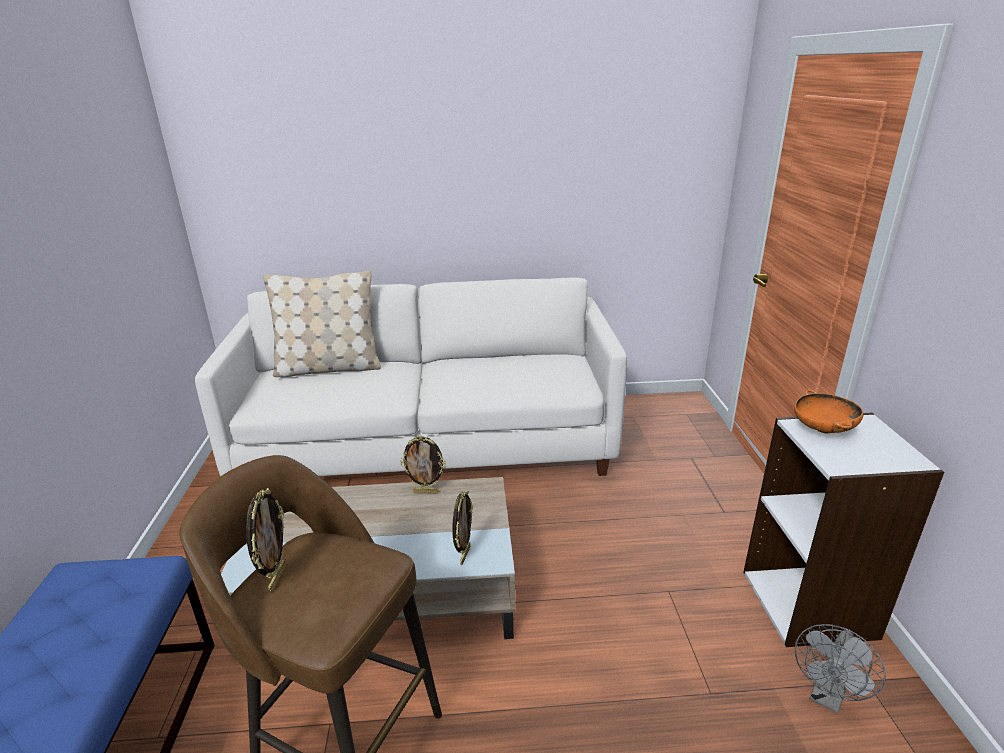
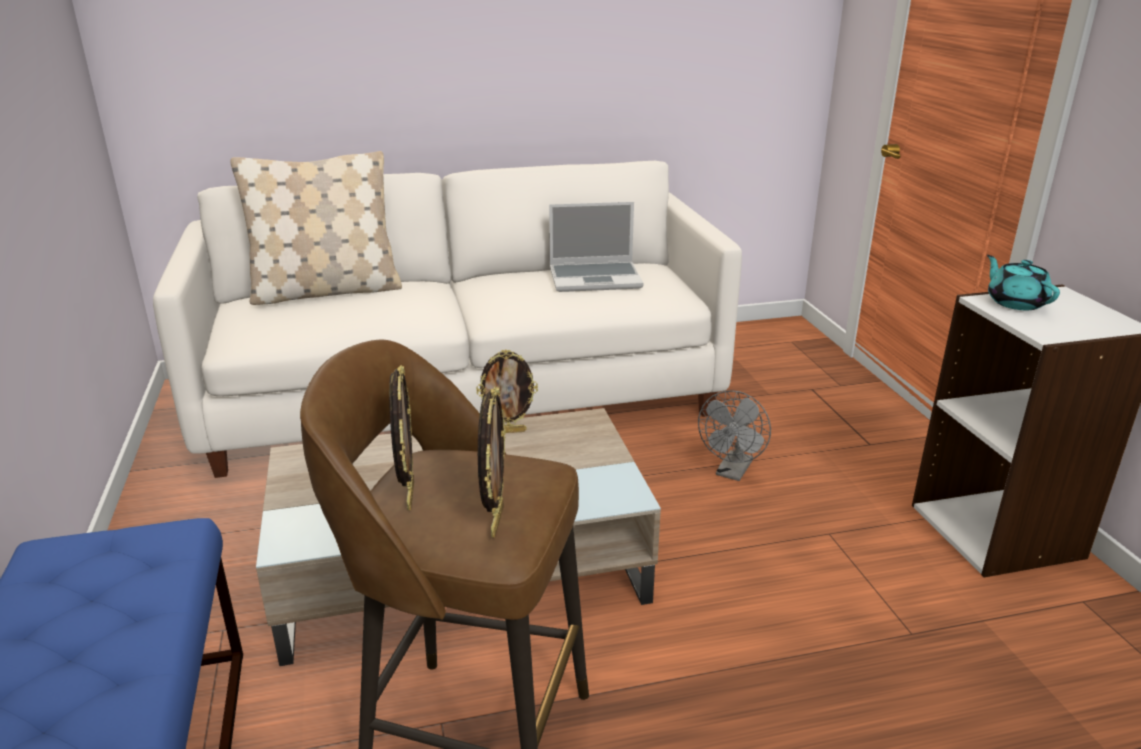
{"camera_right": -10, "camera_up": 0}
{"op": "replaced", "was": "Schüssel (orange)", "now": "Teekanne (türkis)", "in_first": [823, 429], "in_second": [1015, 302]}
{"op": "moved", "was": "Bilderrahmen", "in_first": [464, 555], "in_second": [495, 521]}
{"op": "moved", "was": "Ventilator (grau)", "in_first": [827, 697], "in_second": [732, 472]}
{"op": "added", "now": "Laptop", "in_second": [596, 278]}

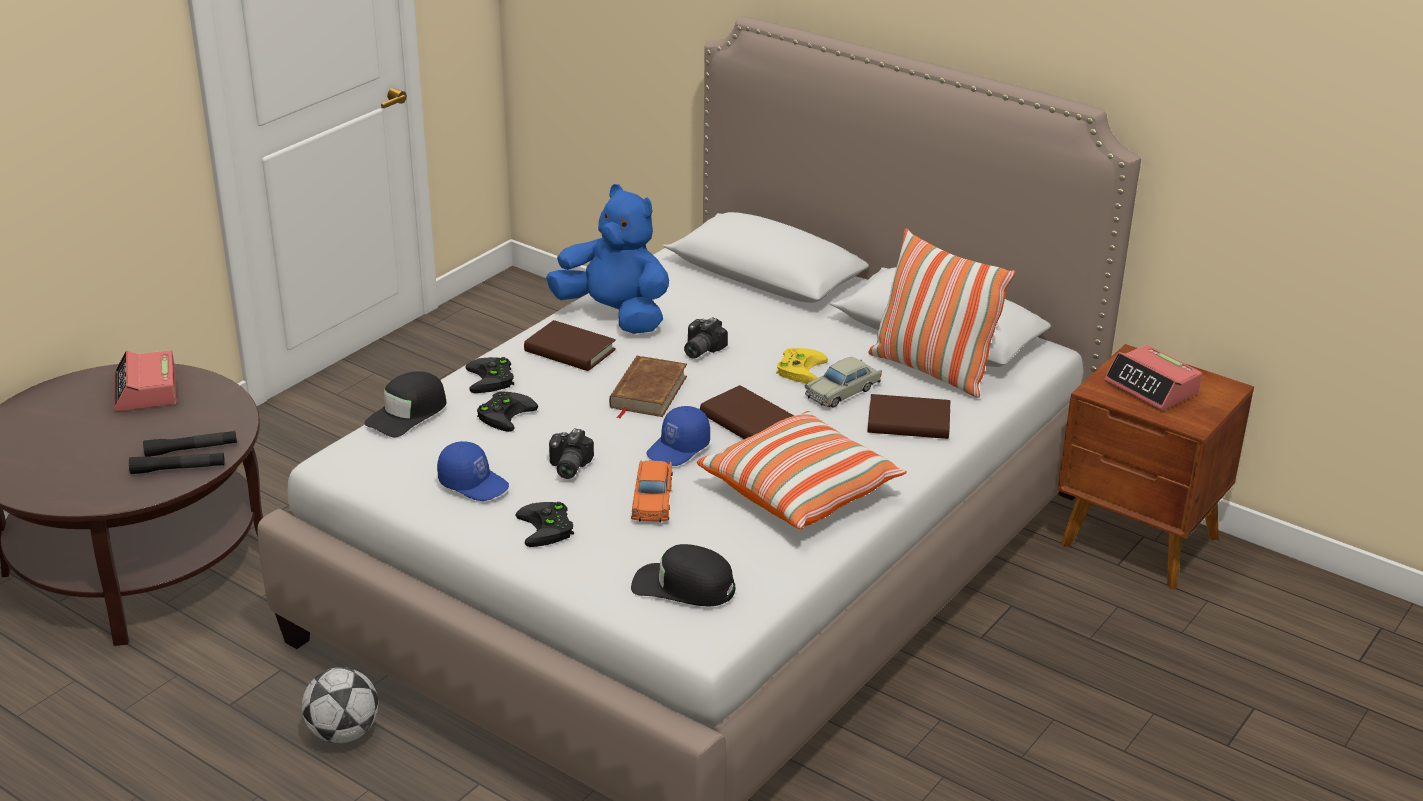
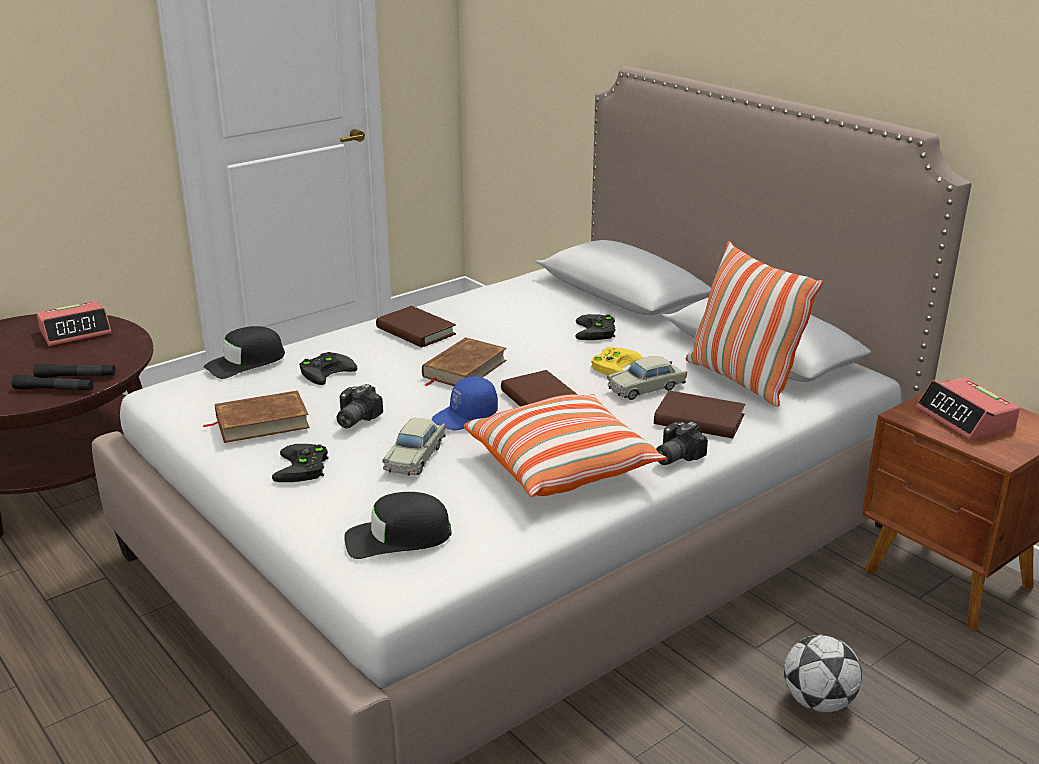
{"camera_right": 15, "camera_up": -5}
{"op": "removed", "was": "Plüschtier (blau)", "in_first": [615, 315]}
{"op": "moved", "was": "Kamera", "in_first": [699, 350], "in_second": [674, 456]}
{"op": "turned", "was": "Wecker", "in_first": [146, 391], "in_second": [76, 332], "clockwise": -120}
{"op": "moved", "was": "Gamepad (schwarz)", "in_first": [492, 379], "in_second": [597, 332]}
{"op": "replaced", "was": "Kappe (blau)", "now": "Buch (braun)", "in_first": [474, 483], "in_second": [261, 422]}
{"op": "recoloured", "was": "Spielzeugauto (orange)", "now": "Spielzeugauto (beige)", "in_first": [653, 500], "in_second": [416, 457]}
{"op": "turned", "was": "Kappe (schwarz)", "in_first": [683, 587], "in_second": [398, 537], "clockwise": -45}
{"op": "moved", "was": "Fußball", "in_first": [343, 733], "in_second": [818, 702]}

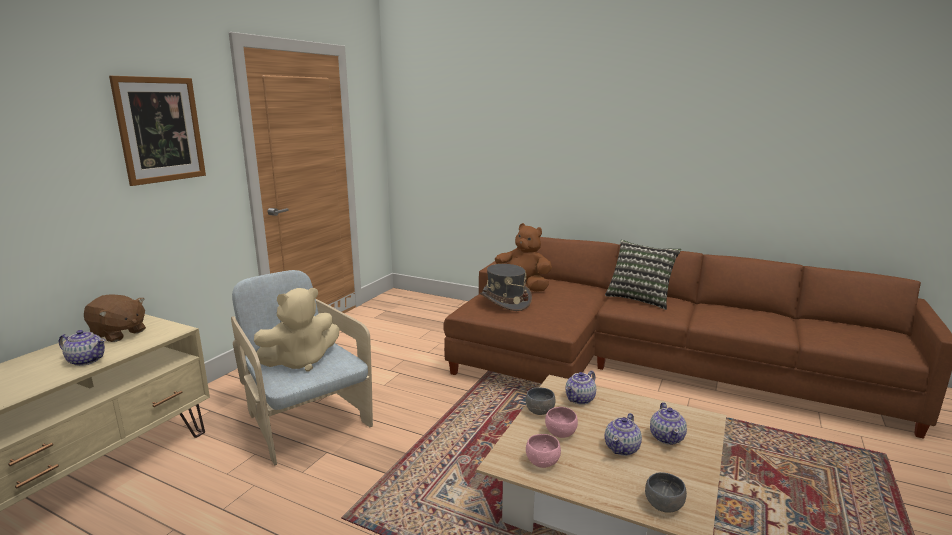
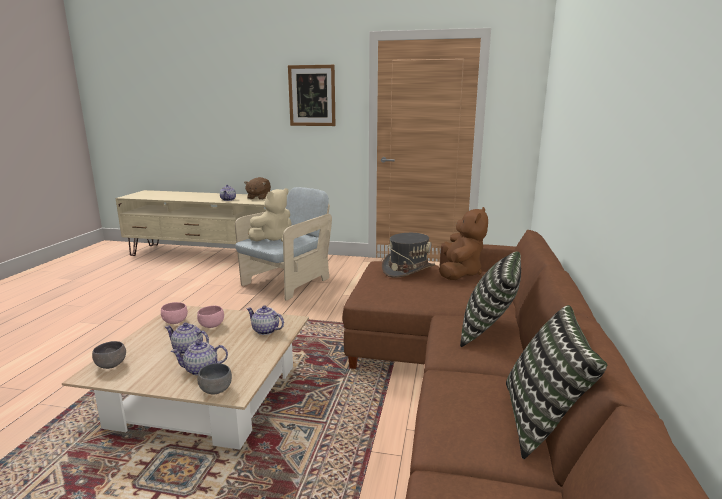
{"camera_right": 75, "camera_up": 0}
{"op": "turned", "was": "Plüschtier (beige)", "in_first": [300, 361], "in_second": [273, 238], "clockwise": -90}
{"op": "moved", "was": "Schüssel (grau)", "in_first": [539, 411], "in_second": [217, 390]}
{"op": "added", "now": "Kissen", "in_second": [543, 420]}

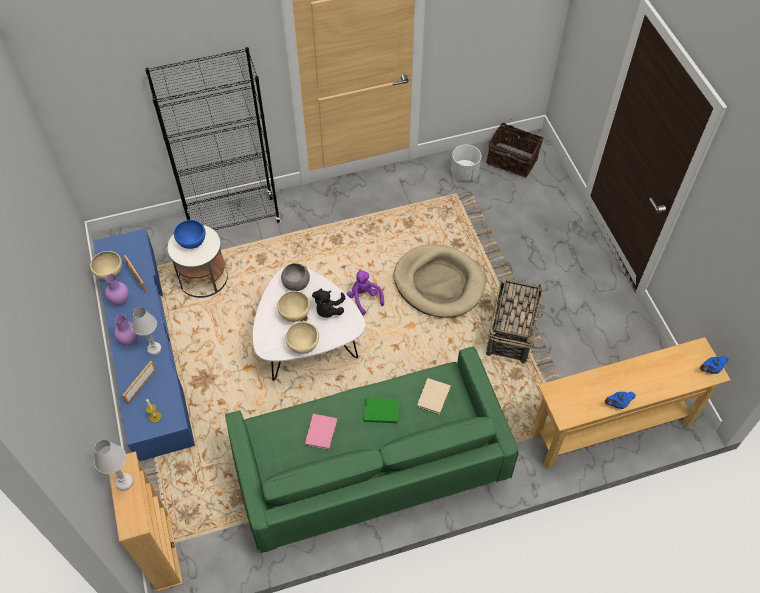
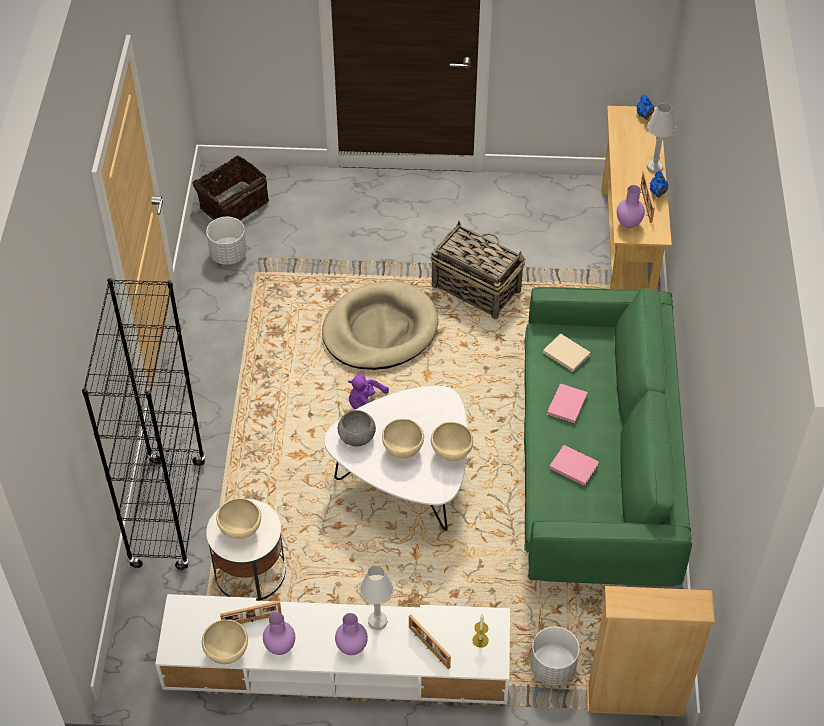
{"camera_right": -70, "camera_up": -5}
{"op": "recoloured", "was": "Schüssel (blau)", "now": "Schüssel (beige)", "in_first": [192, 243], "in_second": [240, 530]}
{"op": "recoloured", "was": "Fernsehschrank (blau)", "now": "Fernsehschrank (weiß)", "in_first": [146, 348], "in_second": [336, 663]}
{"op": "removed", "was": "Plüschtier (schwarz)", "in_first": [328, 310]}
{"op": "recoloured", "was": "Buch (grün)", "now": "Buch (rosa)", "in_first": [380, 410], "in_second": [566, 405]}
{"op": "moved", "was": "Tischlampe (weiß)", "in_first": [124, 482], "in_second": [654, 167]}
{"op": "added", "now": "Bilderrahmen", "in_second": [645, 204]}
{"op": "added", "now": "Vase (lila)", "in_second": [628, 225]}
{"op": "added", "now": "Pflanzkübel (weiß)", "in_second": [552, 667]}

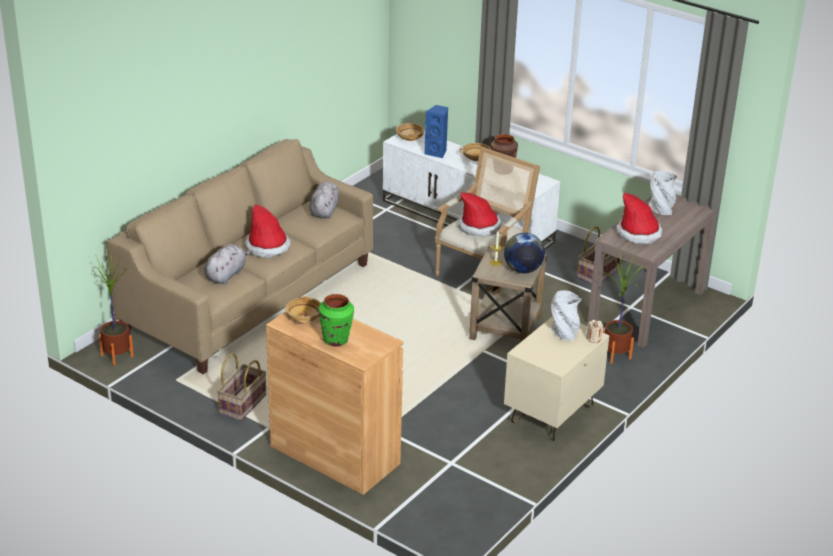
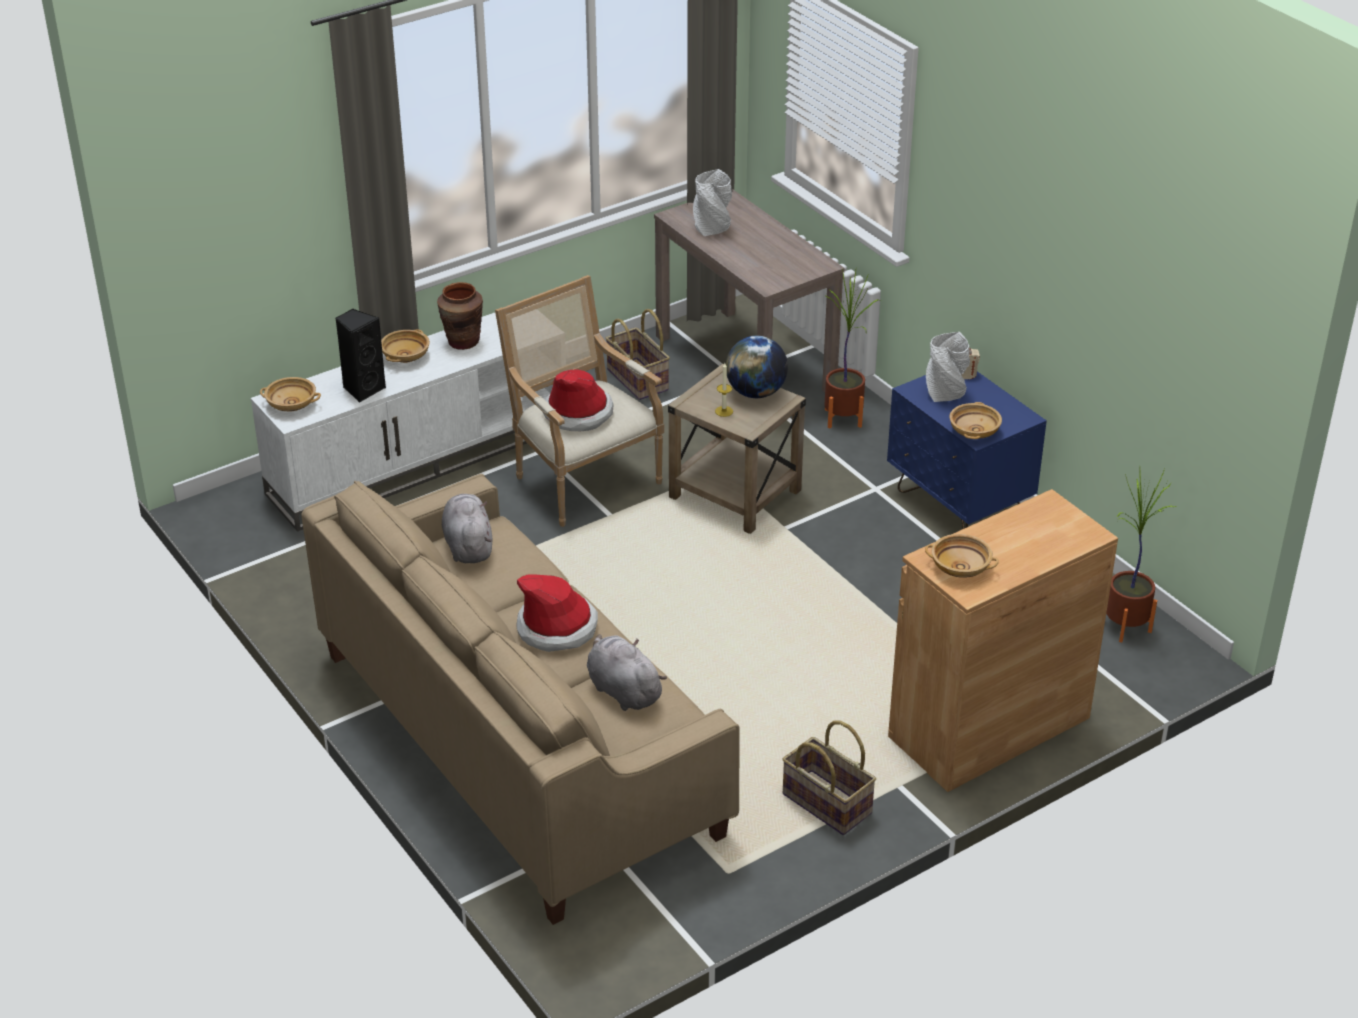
{"camera_right": -70, "camera_up": 5}
{"op": "recoloured", "was": "Lautsprecher (blau)", "now": "Lautsprecher (schwarz)", "in_first": [437, 153], "in_second": [363, 389]}
{"op": "turned", "was": "Plüschtier (grau)", "in_first": [324, 211], "in_second": [468, 545], "clockwise": 45}
{"op": "removed", "was": "Hut", "in_first": [638, 233]}
{"op": "moved", "was": "Topfpflanze", "in_first": [117, 356], "in_second": [1125, 626]}
{"op": "removed", "was": "Vase (grün)", "in_first": [336, 340]}
{"op": "recoloured", "was": "Nachttisch (beige)", "now": "Nachttisch (blau)", "in_first": [552, 414], "in_second": [959, 505]}
{"op": "added", "now": "Schüssel (beige)", "in_second": [974, 431]}

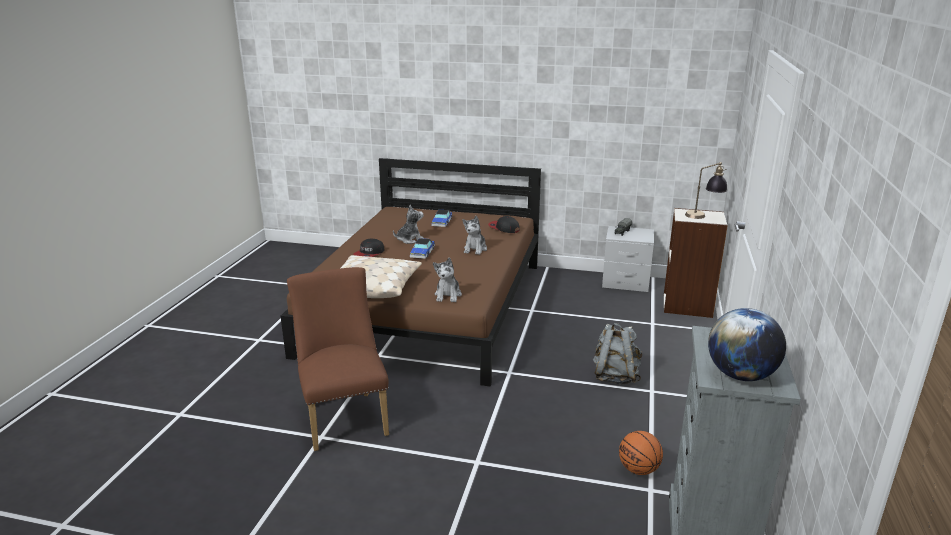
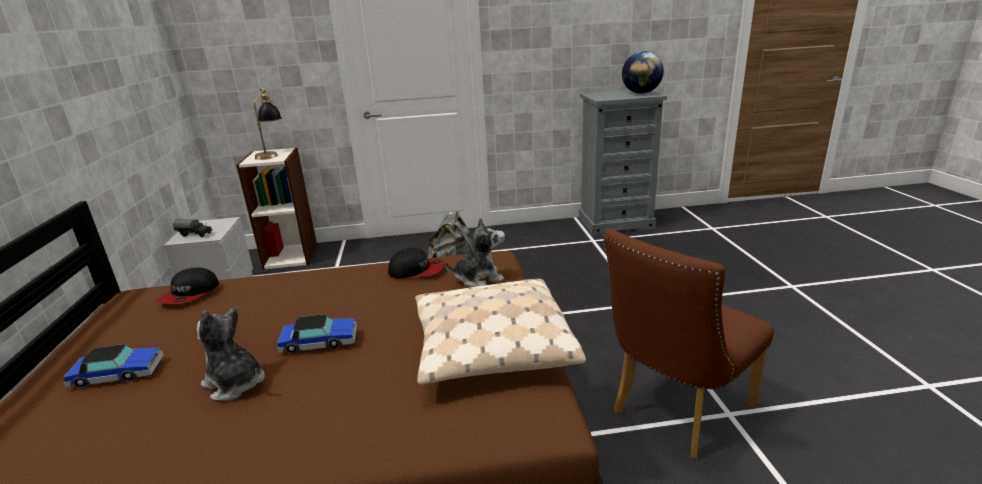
{"camera_right": -110, "camera_up": 0}
{"op": "removed", "was": "Plüschtier", "in_first": [475, 249]}
{"op": "moved", "was": "Kappe", "in_first": [369, 253], "in_second": [417, 270]}
{"op": "removed", "was": "Basketball", "in_first": [638, 469]}

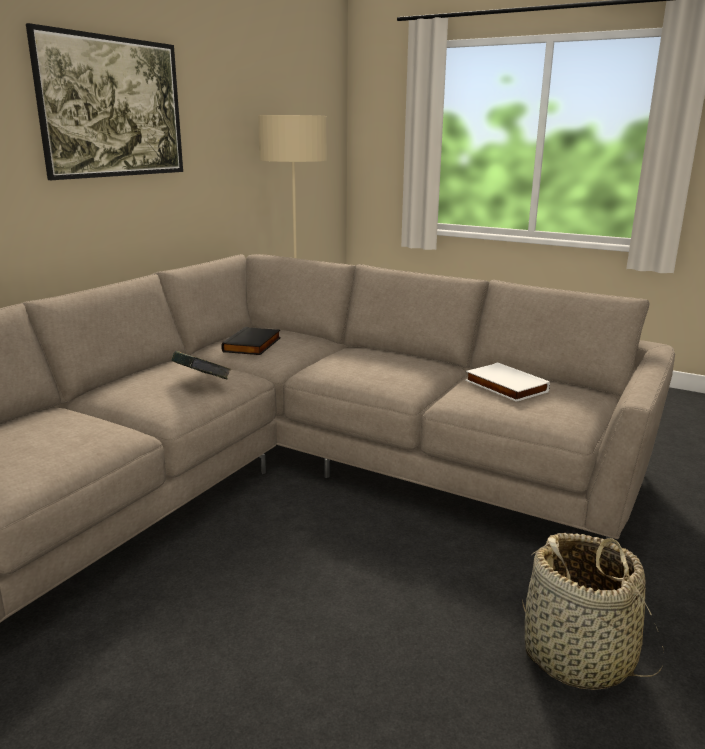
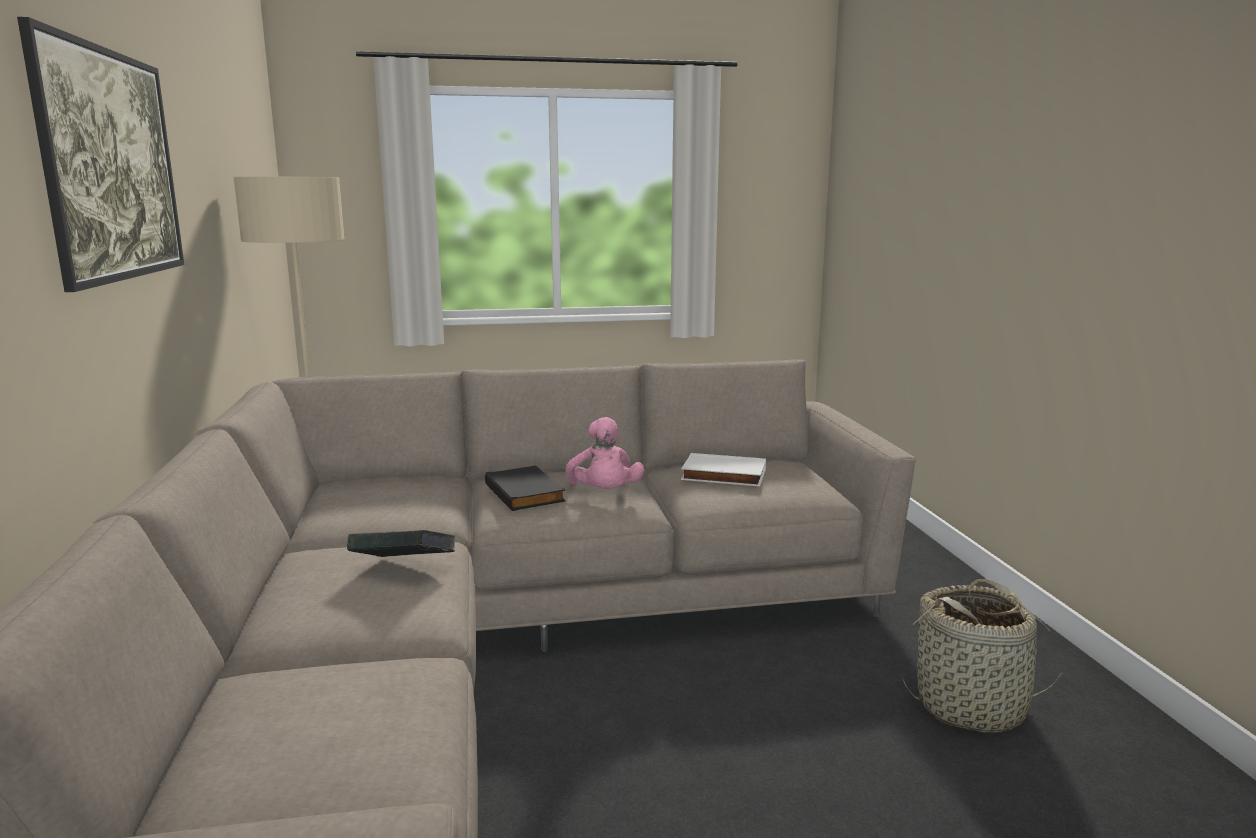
{"camera_right": -40, "camera_up": -5}
{"op": "moved", "was": "Buch (schwarz)", "in_first": [253, 345], "in_second": [526, 493]}
{"op": "added", "now": "Plüschtier (rosa)", "in_second": [604, 494]}

